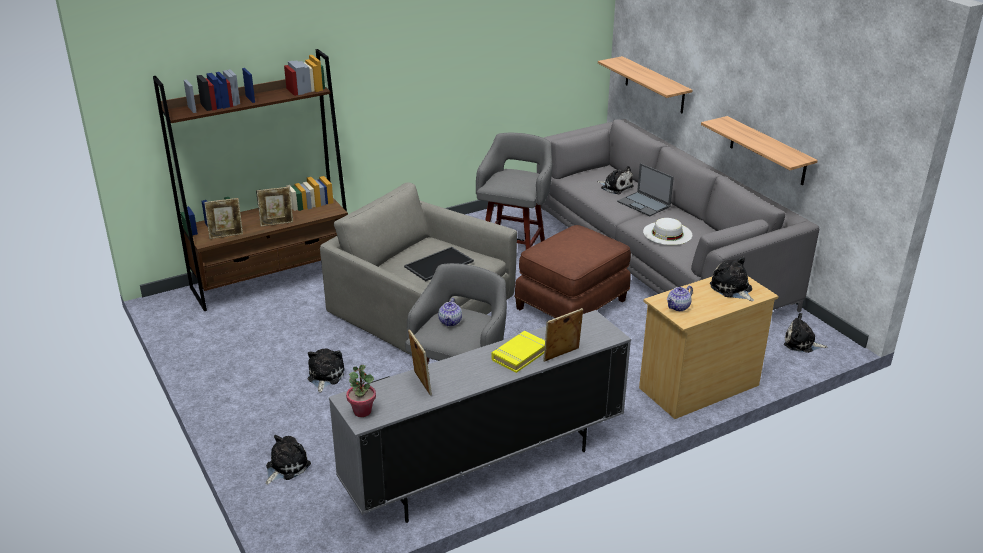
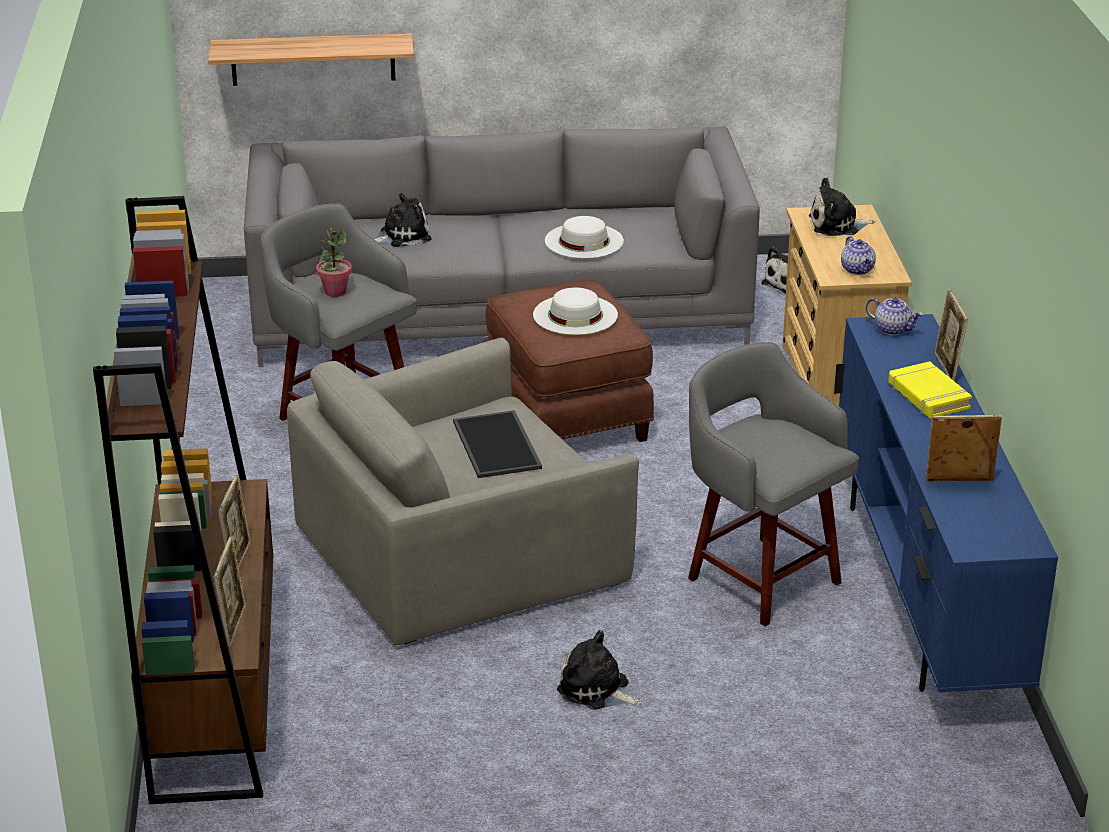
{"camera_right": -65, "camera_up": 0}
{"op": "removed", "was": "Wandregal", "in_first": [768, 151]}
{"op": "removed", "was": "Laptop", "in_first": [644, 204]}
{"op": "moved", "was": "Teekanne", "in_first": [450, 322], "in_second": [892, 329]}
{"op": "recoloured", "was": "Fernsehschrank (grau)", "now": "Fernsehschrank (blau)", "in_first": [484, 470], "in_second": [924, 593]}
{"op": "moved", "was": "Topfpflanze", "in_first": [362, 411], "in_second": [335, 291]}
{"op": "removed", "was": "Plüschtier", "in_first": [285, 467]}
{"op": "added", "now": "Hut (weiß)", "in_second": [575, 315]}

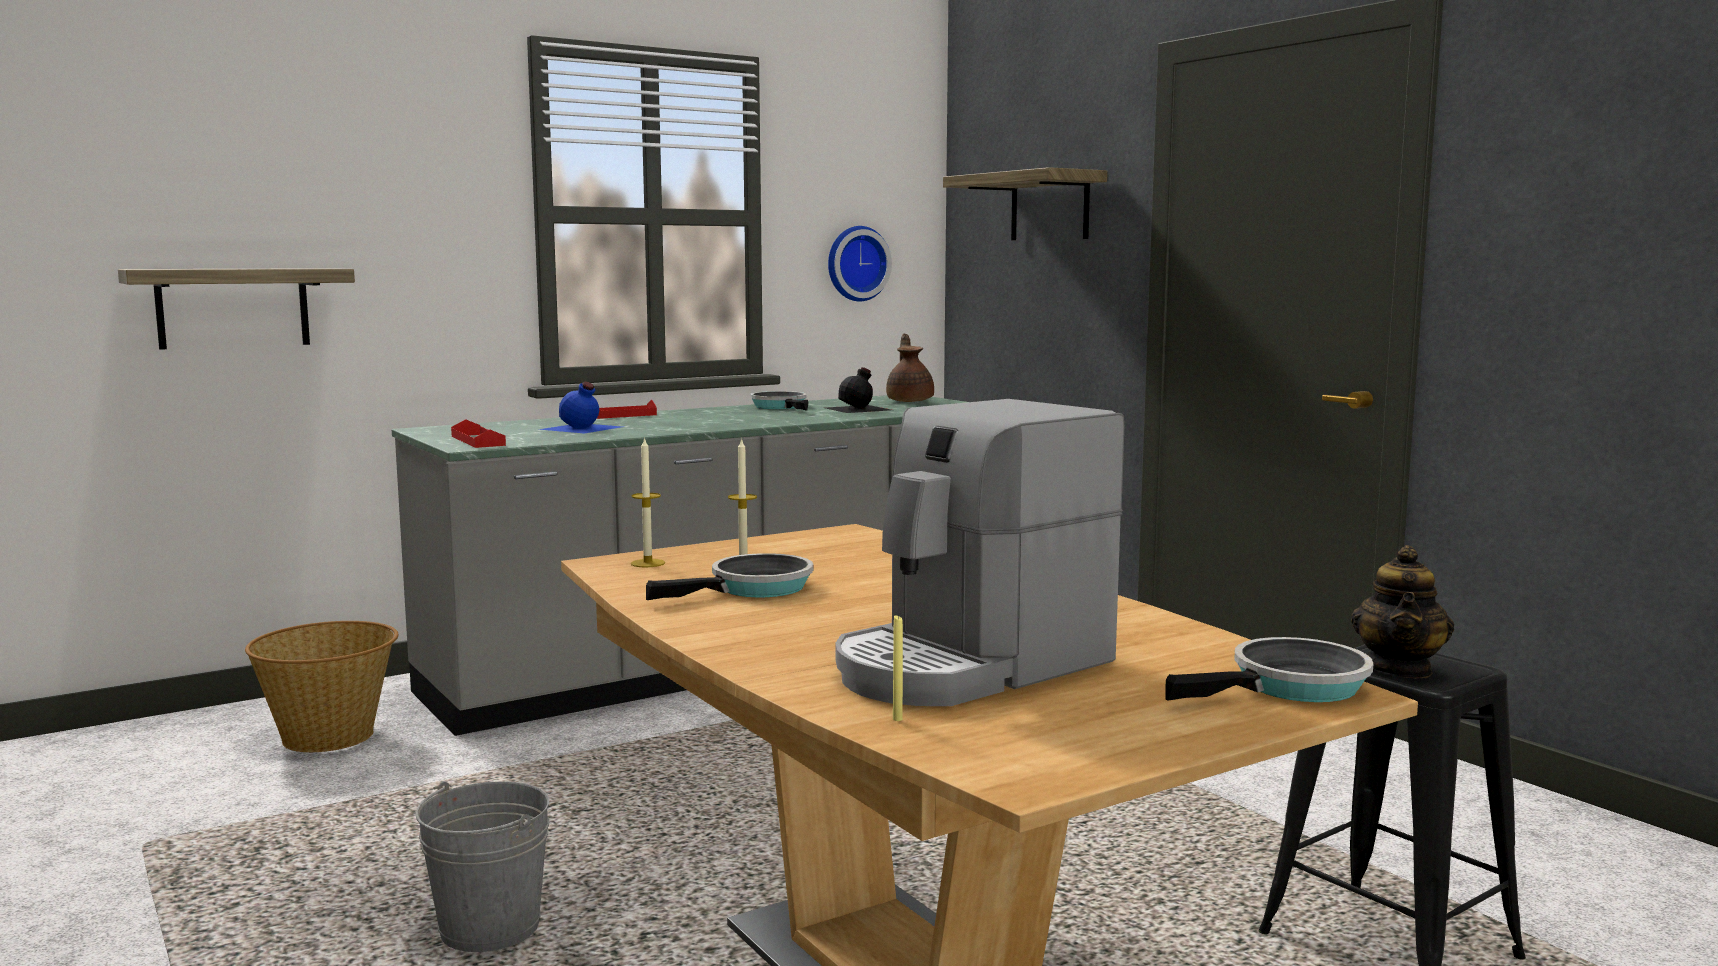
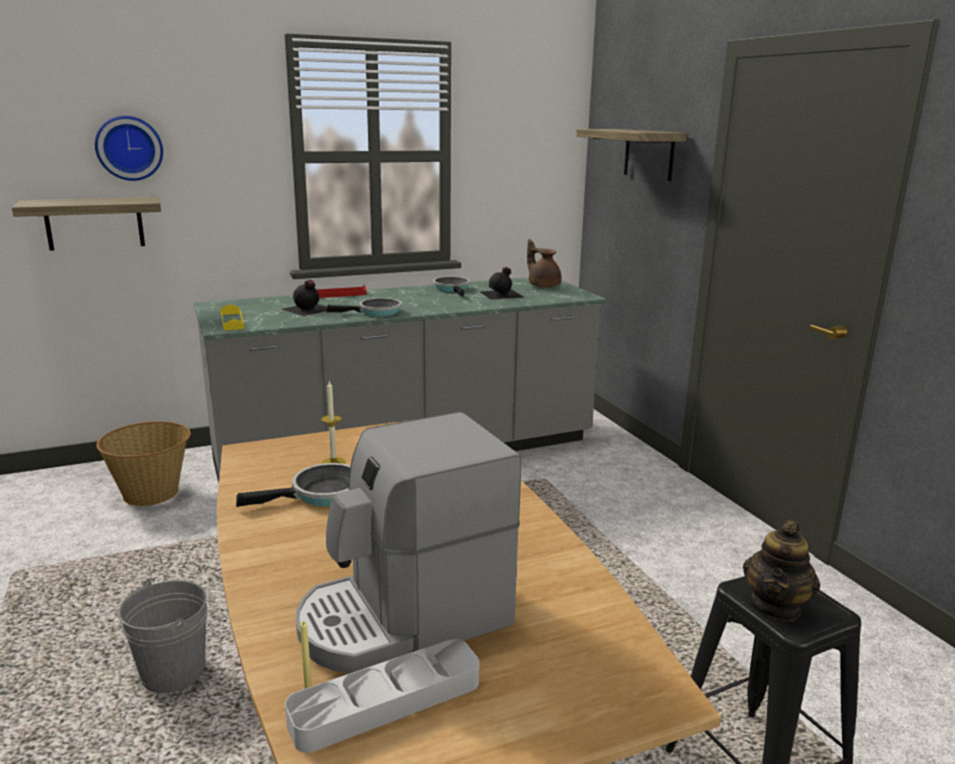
{"camera_right": 10, "camera_up": 10}
{"op": "moved", "was": "Wanduhr", "in_first": [856, 263], "in_second": [129, 148]}
{"op": "turned", "was": "Teekanne (braun)", "in_first": [910, 401], "in_second": [543, 285], "clockwise": -45}
{"op": "recoloured", "was": "Flasche (blau)", "now": "Flasche (schwarz)", "in_first": [582, 428], "in_second": [307, 309]}
{"op": "recoloured", "was": "Tablett (rot)", "now": "Tablett (gelb)", "in_first": [478, 441], "in_second": [232, 321]}
{"op": "removed", "was": "Kerze", "in_first": [648, 563]}
{"op": "moved", "was": "Pfanne", "in_first": [1291, 687], "in_second": [376, 312]}
{"op": "added", "now": "Tablett (grau)", "in_second": [386, 702]}

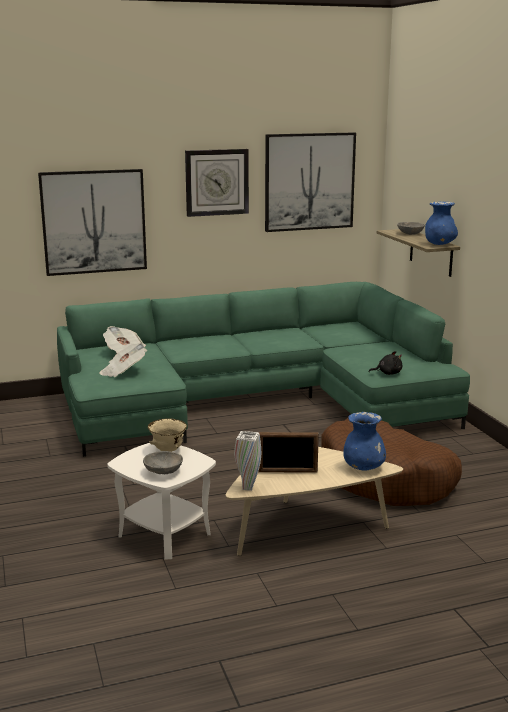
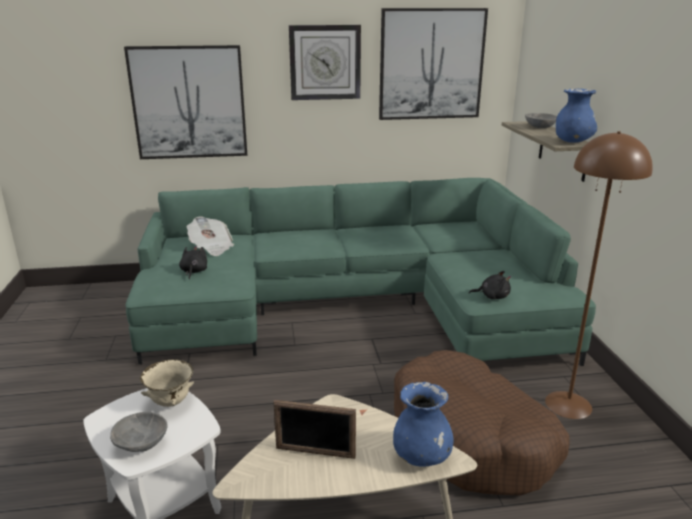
{"camera_right": 10, "camera_up": 5}
{"op": "replaced", "was": "Zeitung", "now": "Plüschtier (schwarz)", "in_first": [123, 372], "in_second": [194, 271]}
{"op": "removed", "was": "Vase (weiß)", "in_first": [247, 488]}
{"op": "added", "now": "Stehlampe (braun)", "in_second": [568, 404]}

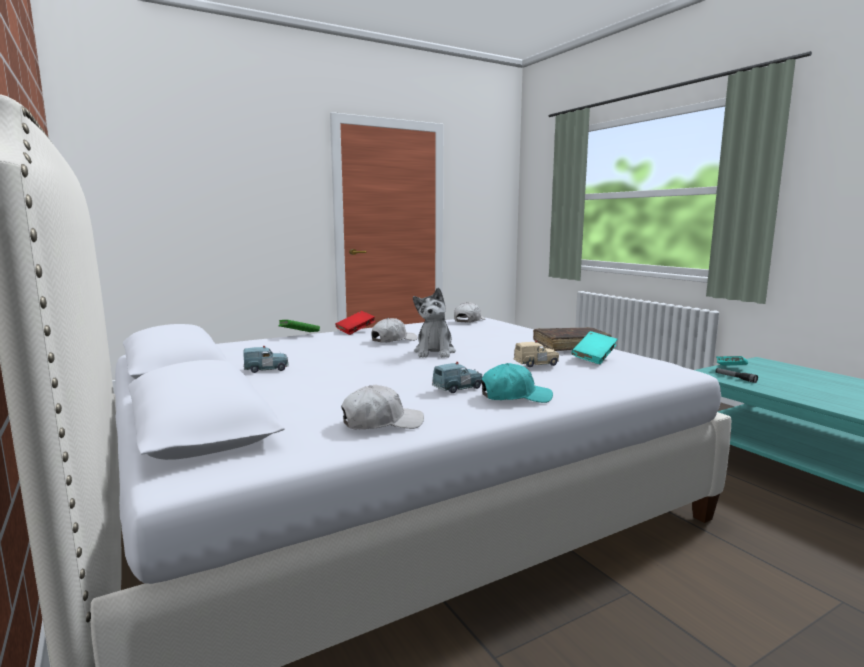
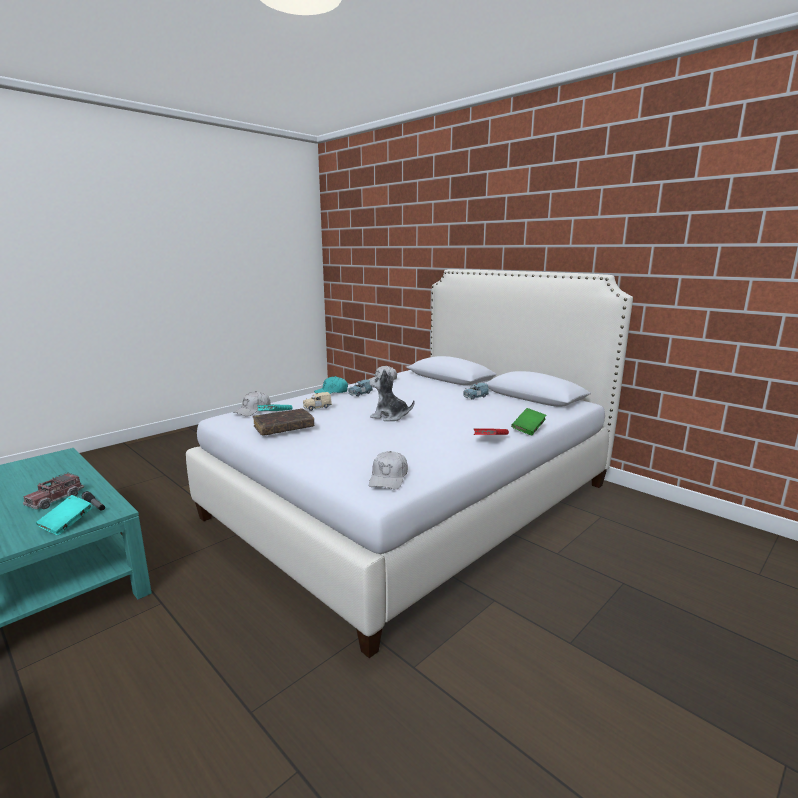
{"camera_right": 165, "camera_up": 5}
{"op": "turned", "was": "Plüschtier", "in_first": [435, 352], "in_second": [389, 416], "clockwise": -60}
{"op": "moved", "was": "Kappe (weiß)", "in_first": [393, 340], "in_second": [253, 410]}
{"op": "added", "now": "Spielzeuglaster", "in_second": [55, 499]}

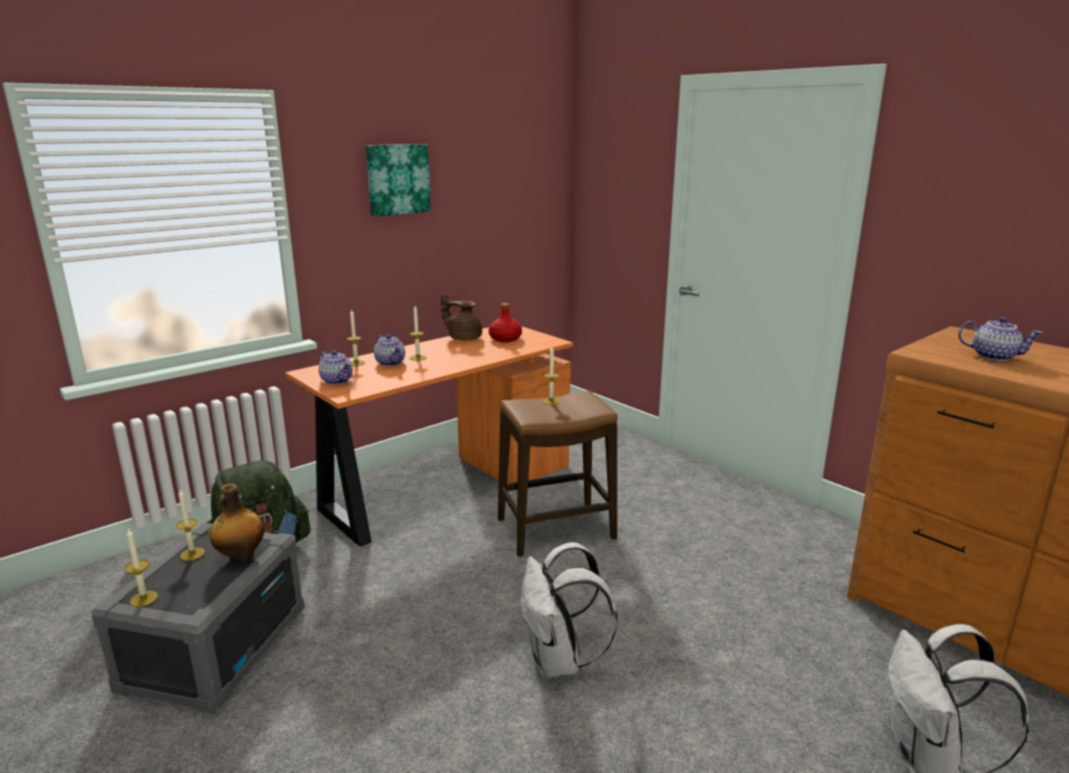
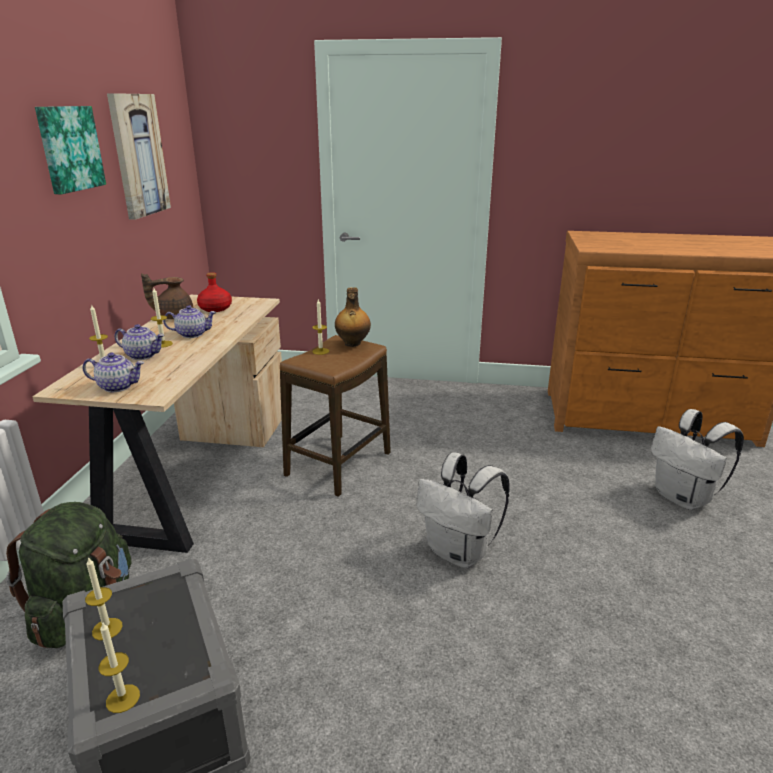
{"camera_right": -40, "camera_up": 5}
{"op": "moved", "was": "Teekanne", "in_first": [994, 356], "in_second": [192, 334]}
{"op": "recoloured", "was": "Schreibtisch (orange)", "now": "Schreibtisch (beige)", "in_first": [444, 487], "in_second": [199, 469]}
{"op": "moved", "was": "Flasche", "in_first": [240, 556], "in_second": [352, 344]}
{"op": "added", "now": "Bild", "in_second": [138, 155]}

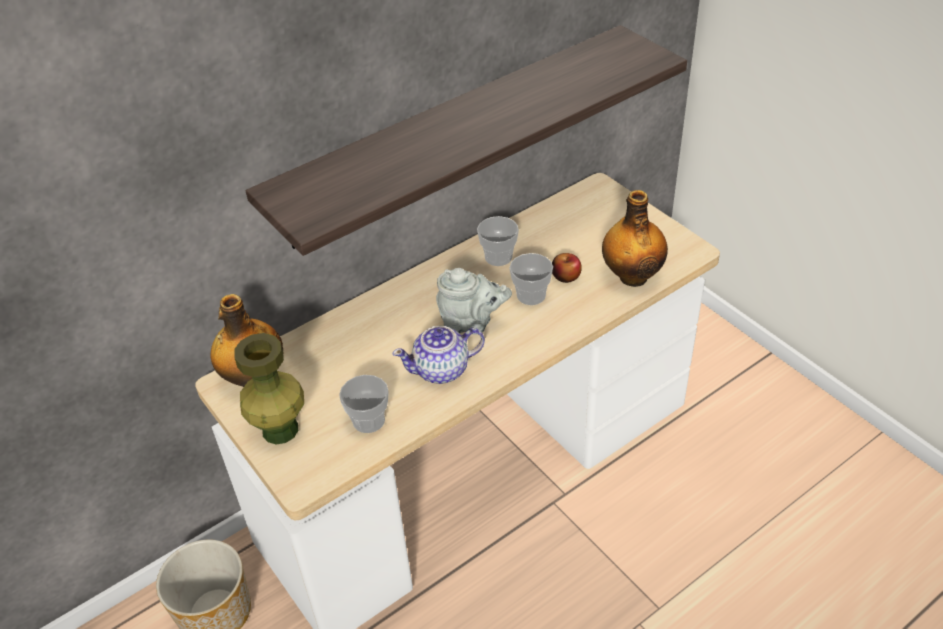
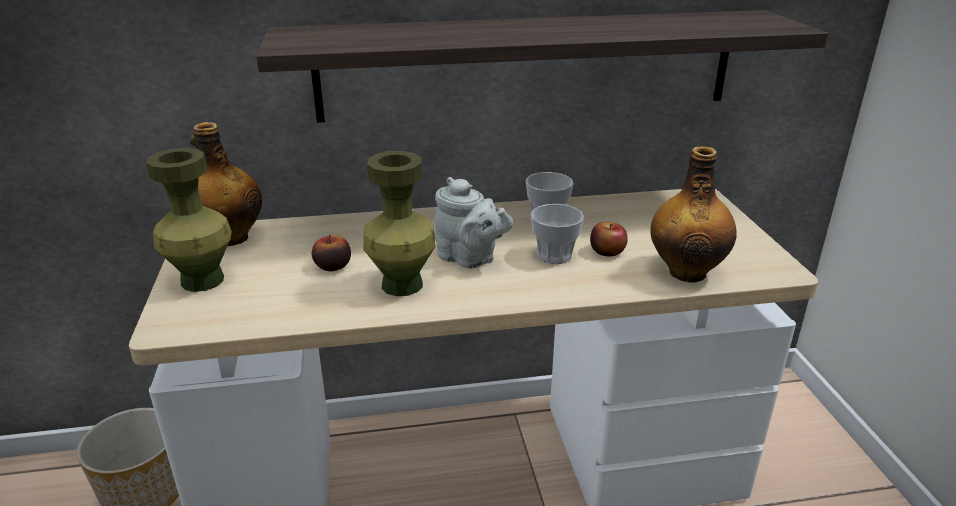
{"camera_right": 25, "camera_up": -15}
{"op": "replaced", "was": "Teekanne", "now": "Vase (grün)", "in_first": [442, 370], "in_second": [402, 285]}
{"op": "removed", "was": "Tasse", "in_first": [368, 420]}
{"op": "added", "now": "Apfel", "in_second": [332, 266]}

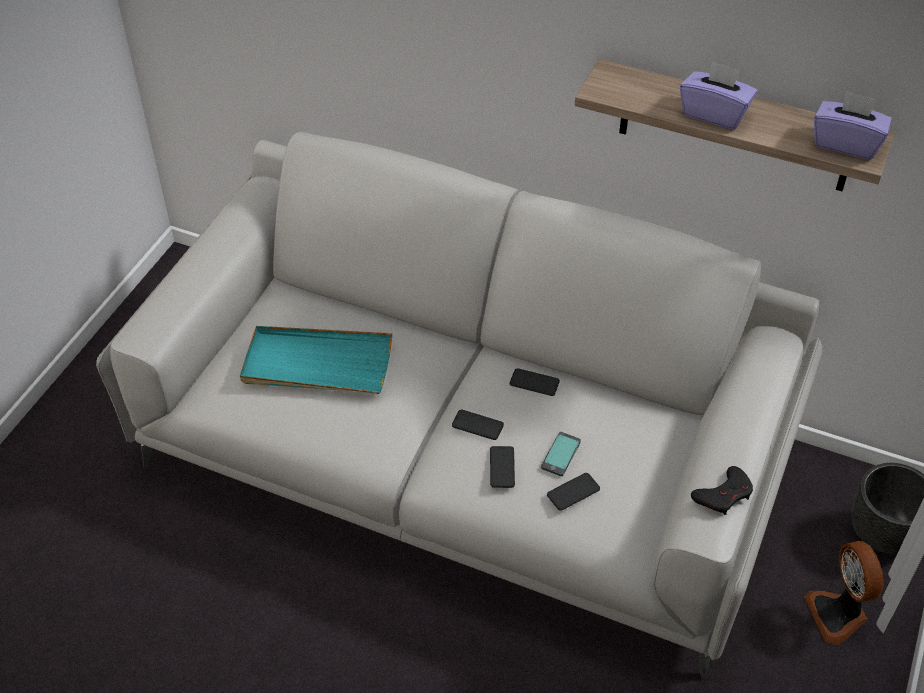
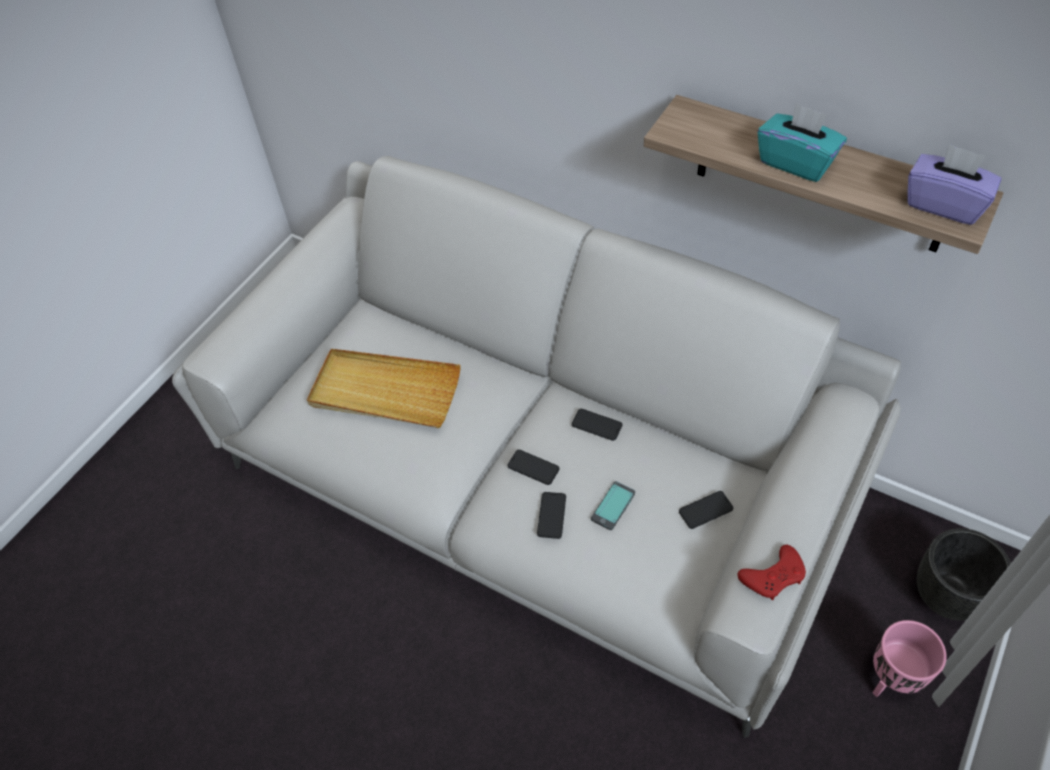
{"camera_right": 10, "camera_up": 5}
{"op": "recoloured", "was": "Taschentuchbox (lila)", "now": "Taschentuchbox (türkis)", "in_first": [714, 113], "in_second": [796, 162]}
{"op": "recoloured", "was": "Tablett (türkis)", "now": "Tablett (beige)", "in_first": [317, 364], "in_second": [384, 391]}
{"op": "recoloured", "was": "Gamepad (schwarz)", "now": "Gamepad (rot)", "in_first": [723, 495], "in_second": [773, 576]}
{"op": "moved", "was": "Handy", "in_first": [573, 492], "in_second": [705, 510]}
{"op": "replaced", "was": "Ventilator", "now": "Pflanzkübel (rosa)", "in_first": [838, 614], "in_second": [893, 680]}

